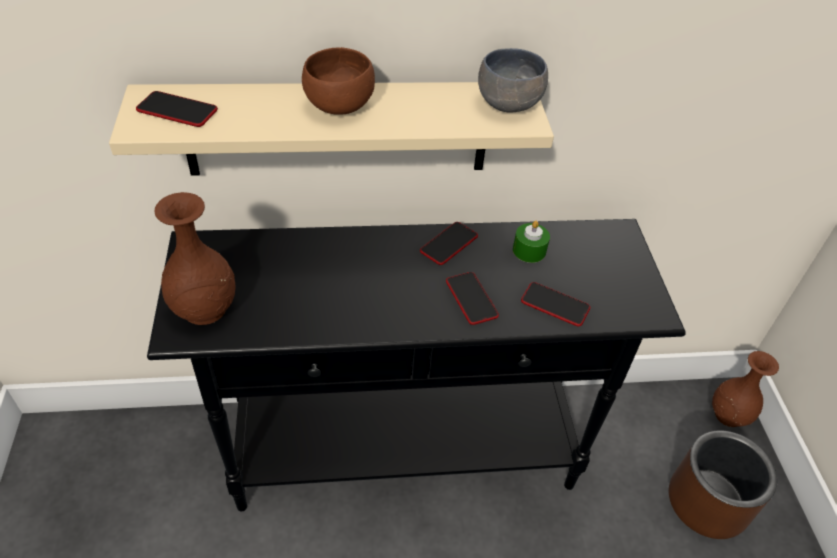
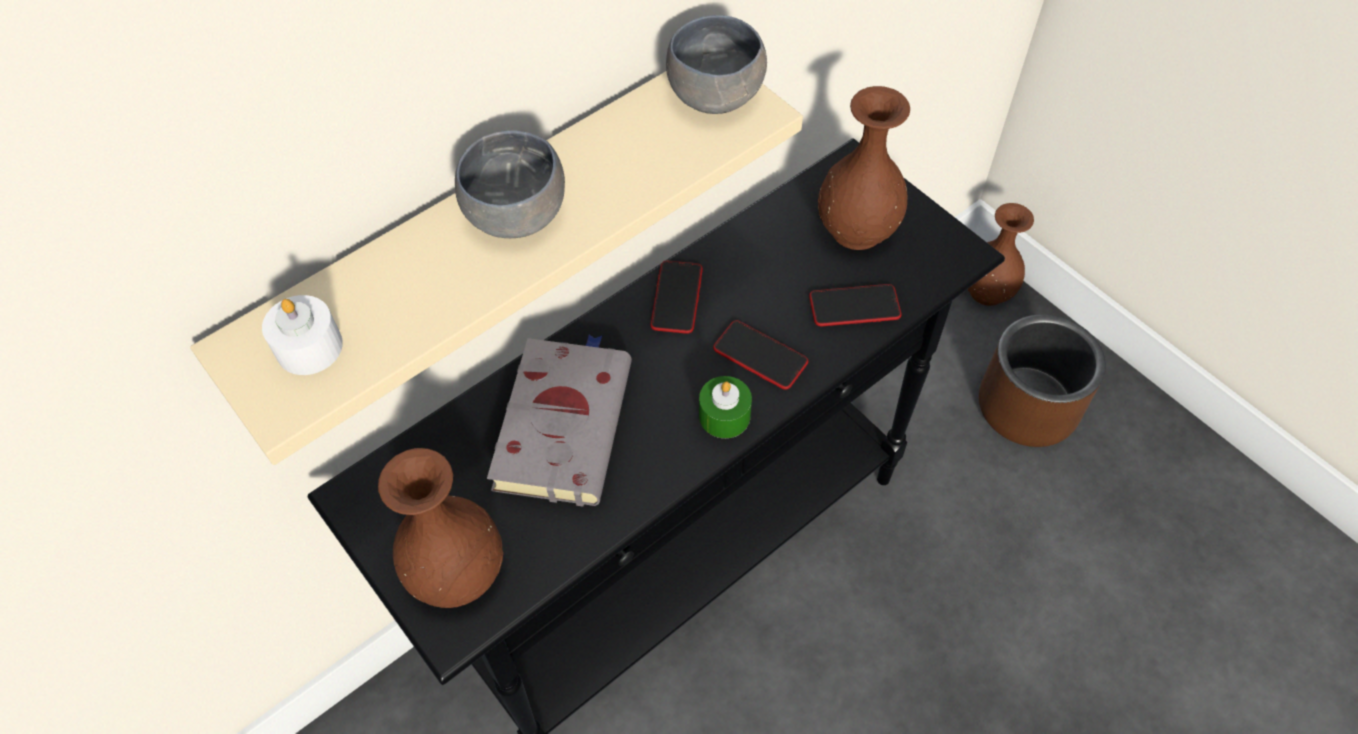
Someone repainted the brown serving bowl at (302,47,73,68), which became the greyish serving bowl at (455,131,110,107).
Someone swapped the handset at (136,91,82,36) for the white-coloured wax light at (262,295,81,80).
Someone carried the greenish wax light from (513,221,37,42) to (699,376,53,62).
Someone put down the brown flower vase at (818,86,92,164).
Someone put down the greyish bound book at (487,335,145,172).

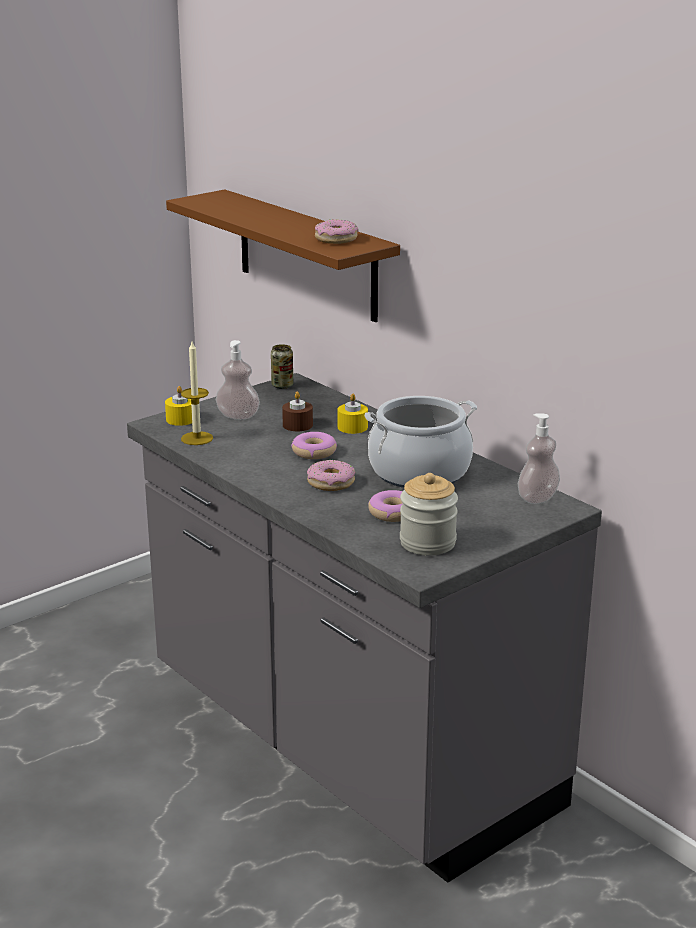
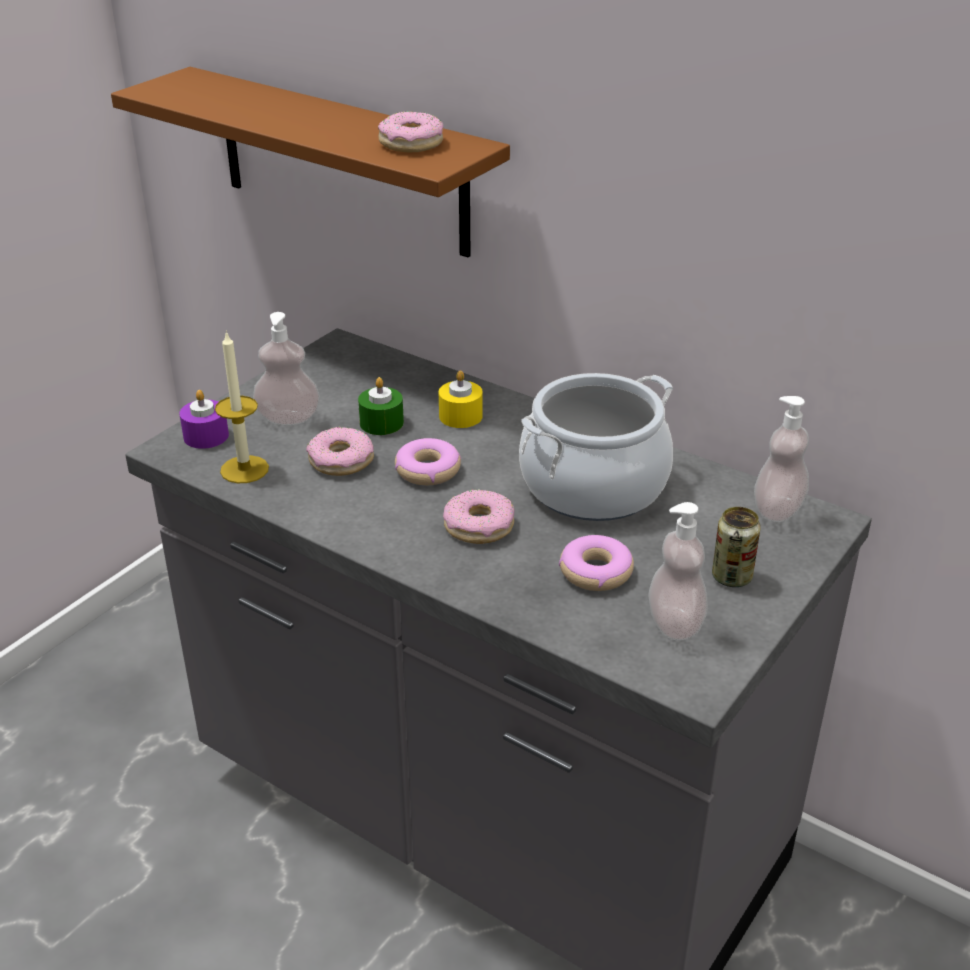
Someone carried the metal can from (271,344,22,45) to (712,507,49,80).
Someone repainted the yellow-coloured wax light at (165,386,27,40), which became the purplish wax light at (179,390,50,59).
Someone repainted the brown wax light at (282,391,31,40), which became the greenish wax light at (358,377,46,58).
Someone swapped the preserve jar at (400,473,58,82) for the soap bottle at (648,502,60,138).
Someone put down the ring doughnut at (306,427,68,49).

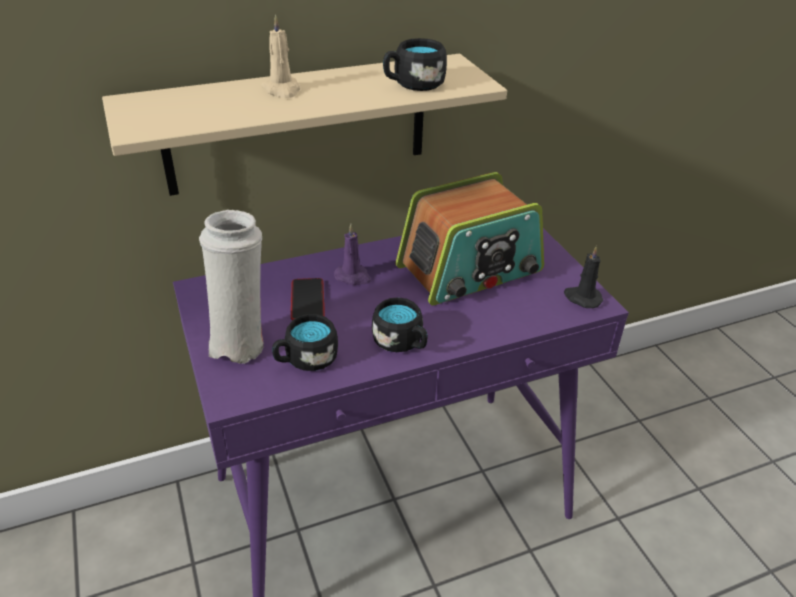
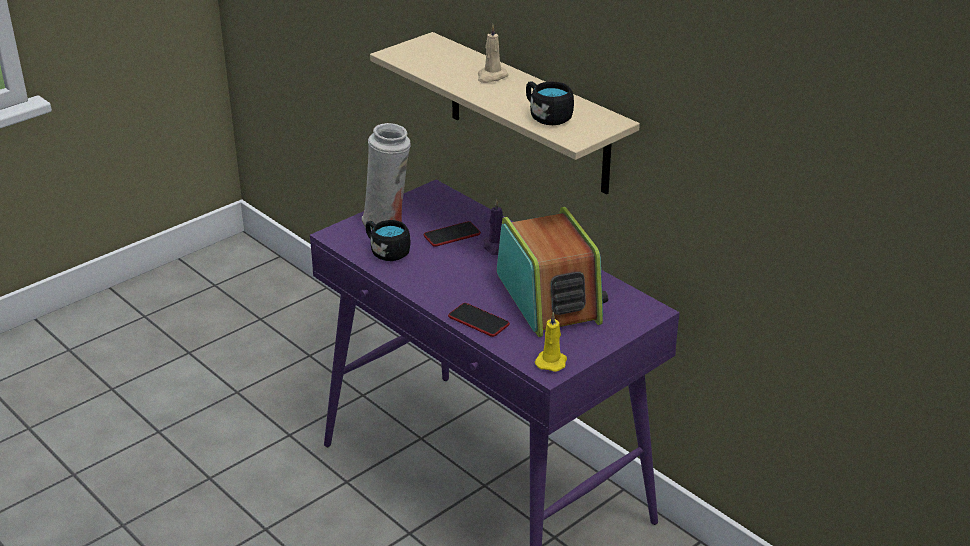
Someone rotated the radio set at (395,172,149,133) by 150 degrees counterclockwise.
Someone repainted the blackish wax light at (564,245,39,63), which became the yellow-coloured wax light at (535,312,32,60).
Someone took away the blackish mug at (372,297,56,55).
Someone put down the handset at (448,303,62,34).

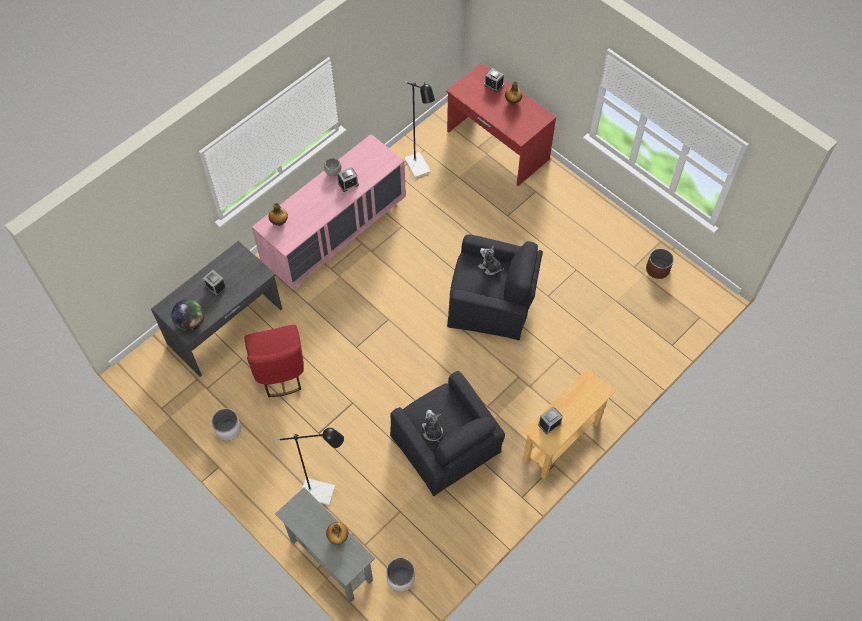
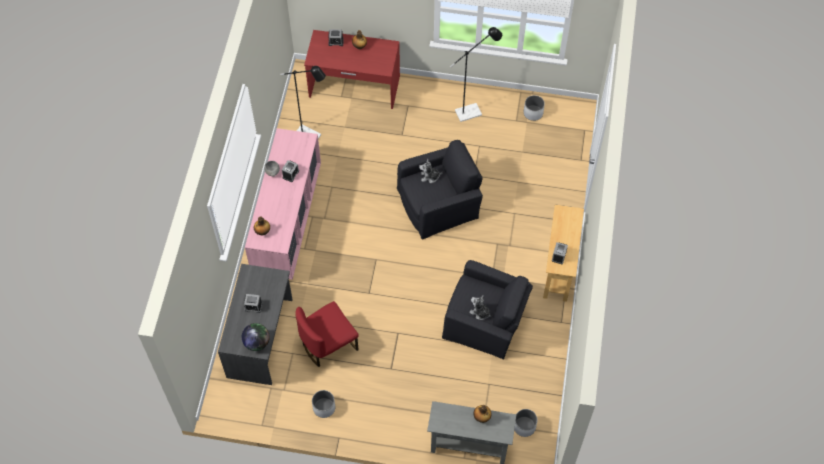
Someone repainted the brown flower pot at (646,248,28,31), which became the white-coloured flower pot at (524,95,21,26).
Someone rotated the reddish chair at (245,325,59,72) by 105 degrees clockwise.
Someone carried the blackish floor lamp from (274,428,70,77) to (450,27,52,95).

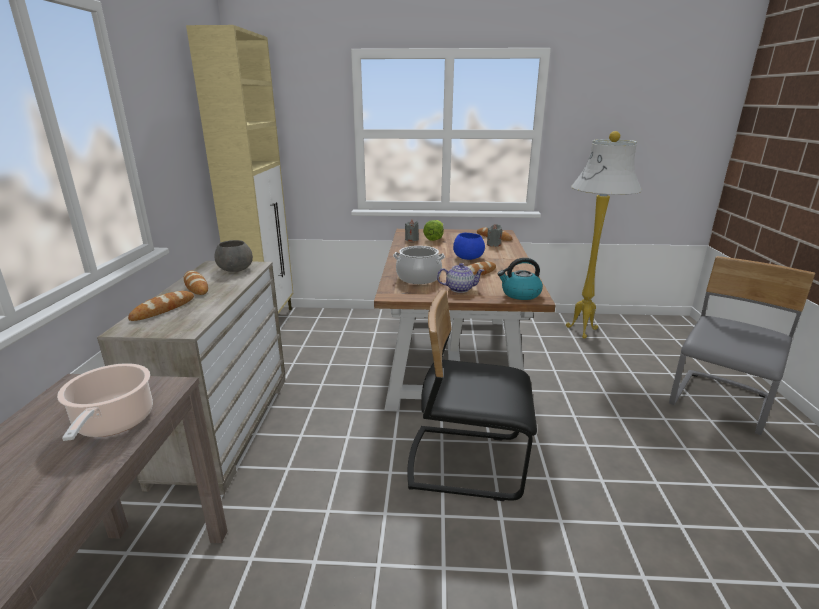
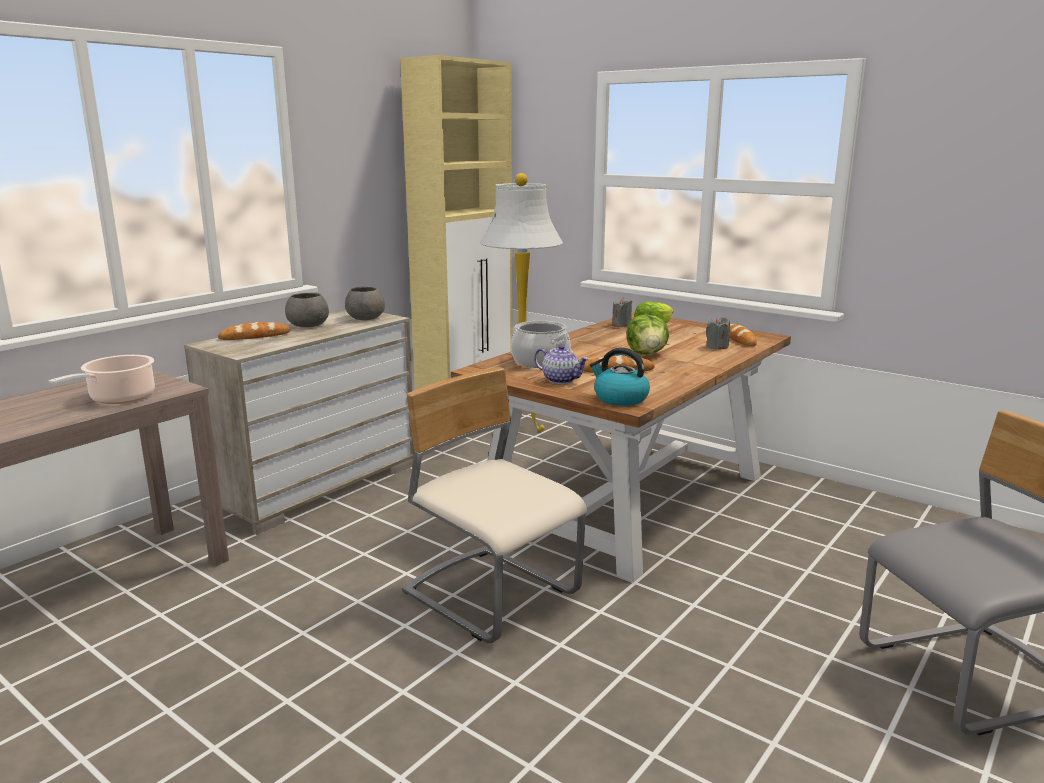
Someone carried the white-coloured floor lamp from (566,131,76,208) to (481,173,82,258).
Someone swapped the blue serving bowl at (453,233,32,27) for the head of lettuce at (626,314,43,41).
Someone swapped the bread at (184,271,24,24) for the greyish serving bowl at (285,293,44,34).
Someone repainted the blackish chair at (408,290,129,211), which became the sand-coloured chair at (402,367,185,276).

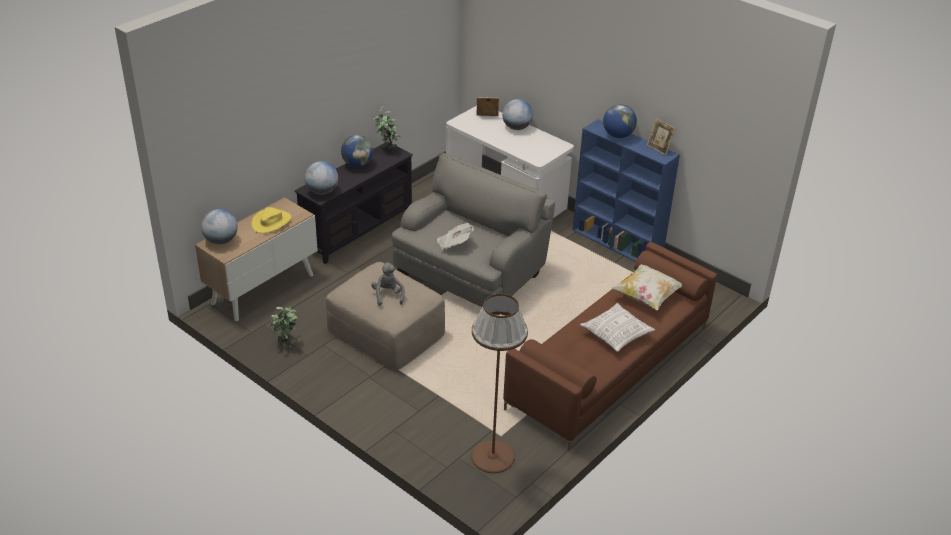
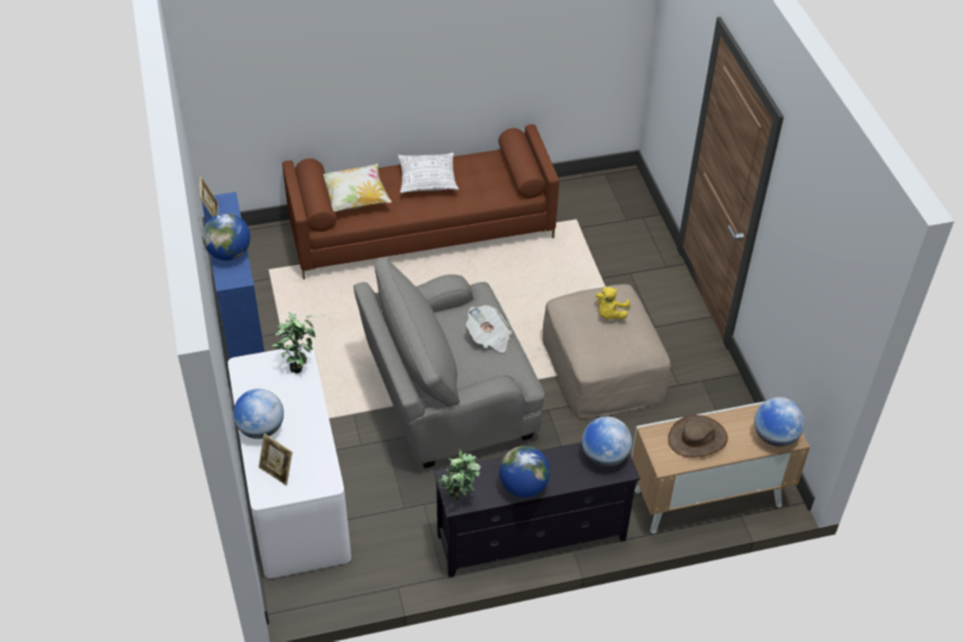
Someone repainted the yellow-coloured wearable hat at (251,207,41,26), which became the brown wearable hat at (668,415,60,42).
Someone repainted the greyish plush toy at (371,263,34,43), which became the yellow-coloured plush toy at (596,287,34,32).
Someone took away the brown floor lamp at (471,294,57,179).
Someone carried the houseplant from (270,306,28,35) to (272,312,44,62).

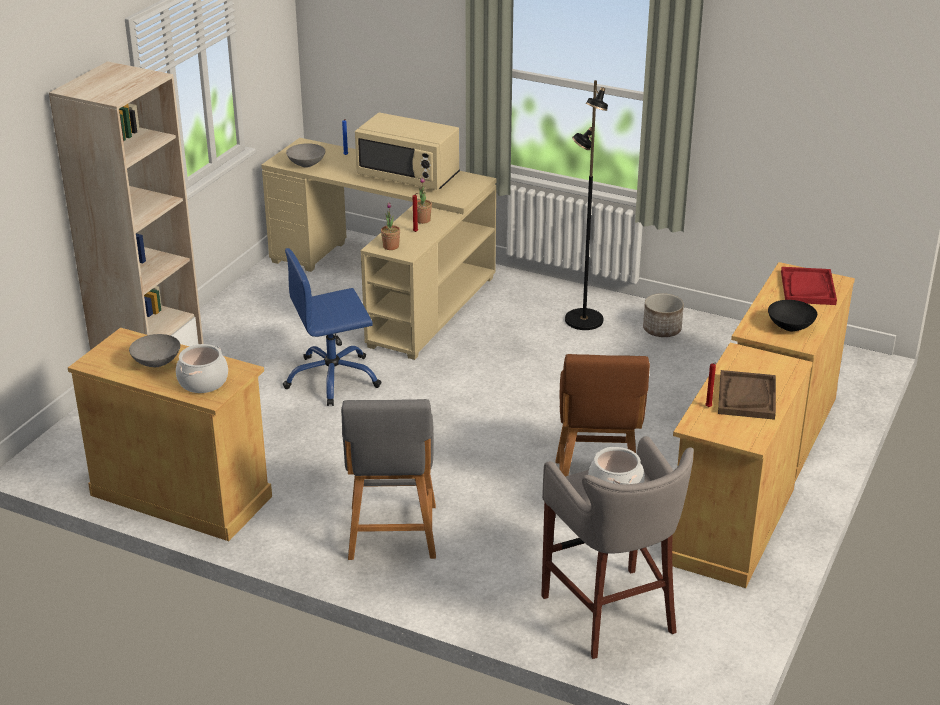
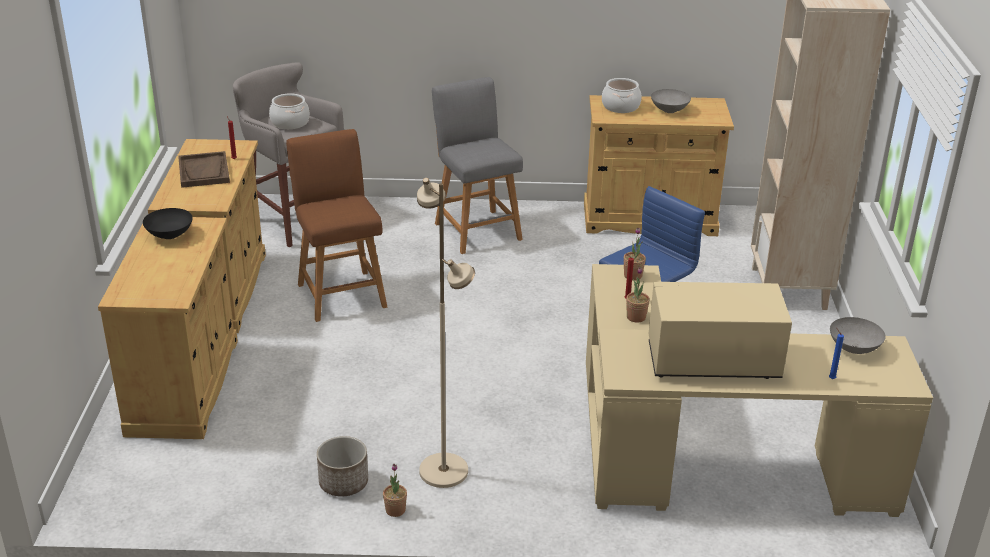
Someone repainted the blackish floor lamp at (565,80,43,250), which became the sand-coloured floor lamp at (417,178,58,310).
Someone took away the reddish carrying tray at (781,267,56,38).
Someone put down the houseplant at (383,464,24,53).

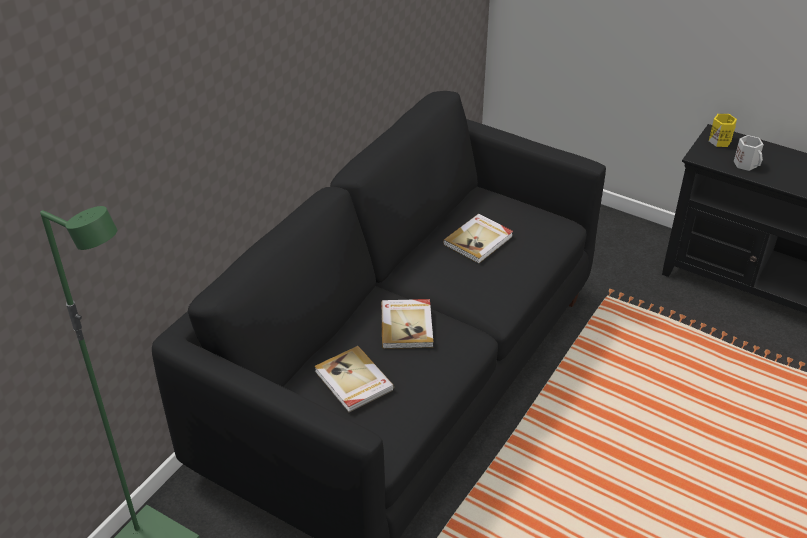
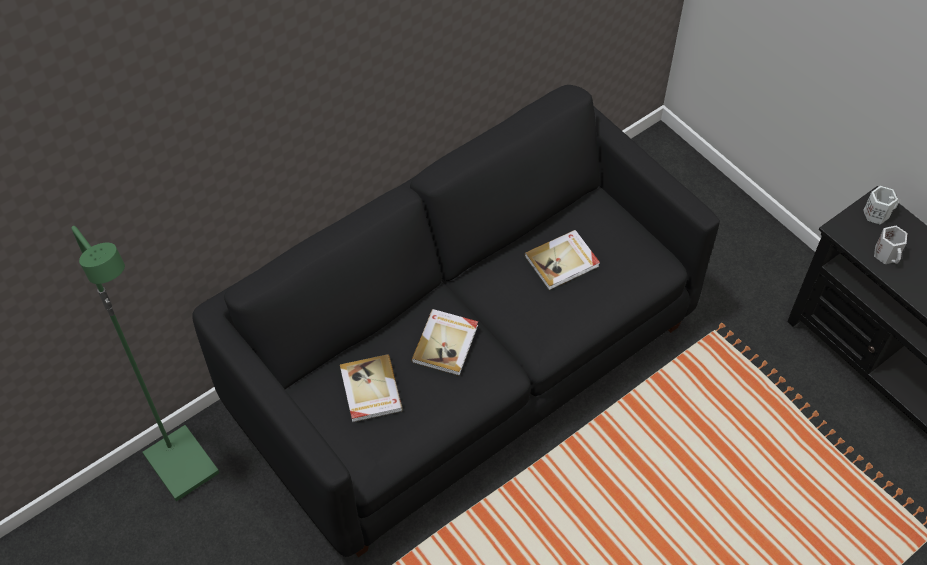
Someone repainted the yellow-coloured mug at (709,114,28,33), which became the white-coloured mug at (863,186,36,39).

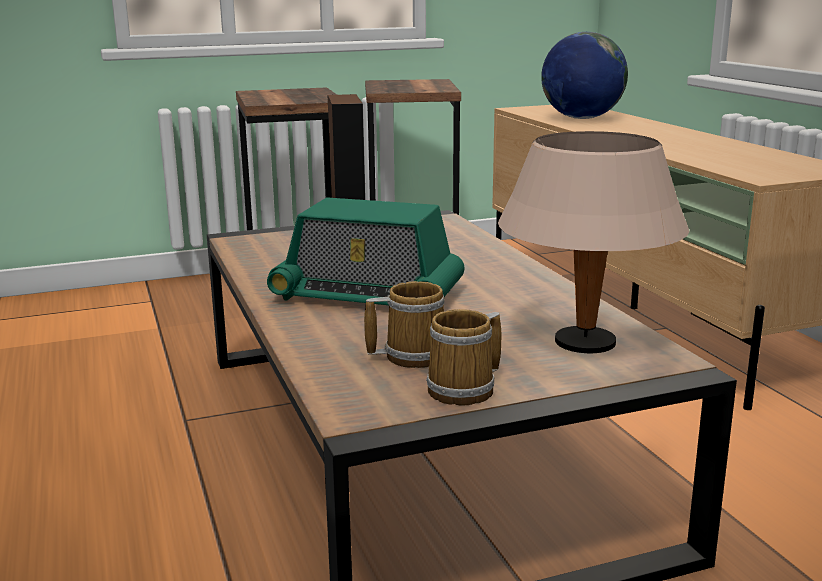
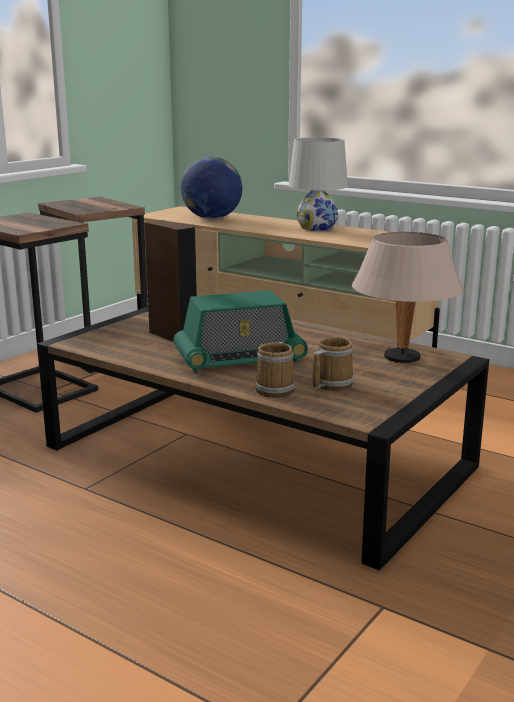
Someone carried the mug from (426,309,75,97) to (255,342,40,56).
Someone put down the white-coloured lamp for a table at (288,137,60,94).

